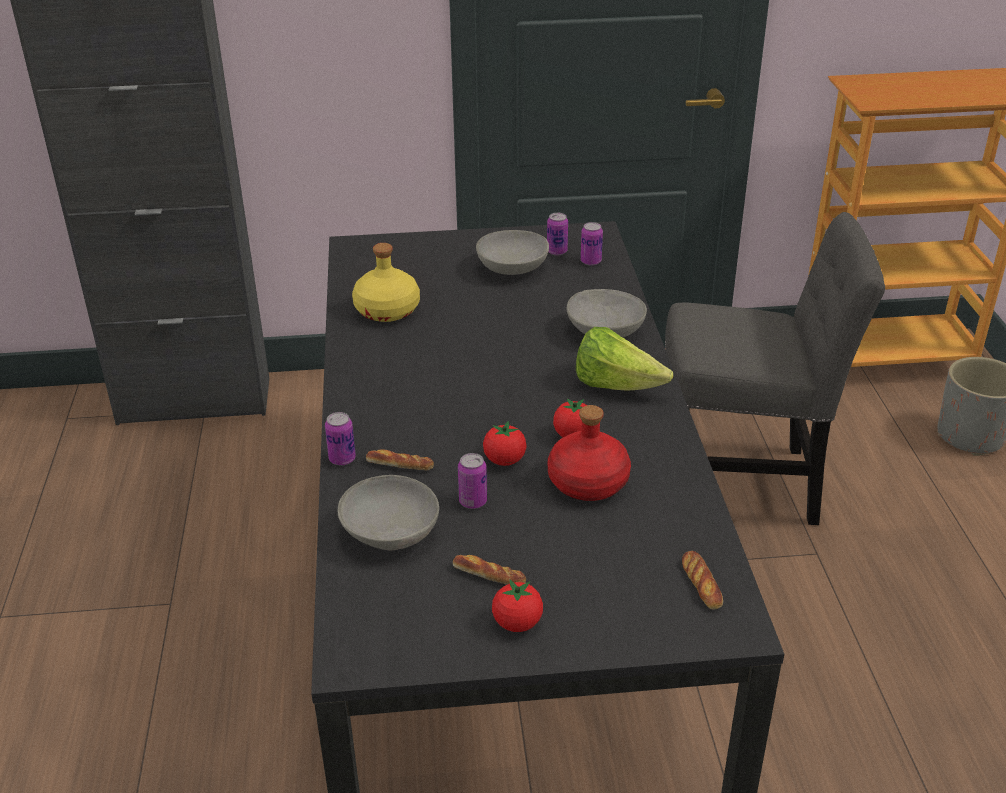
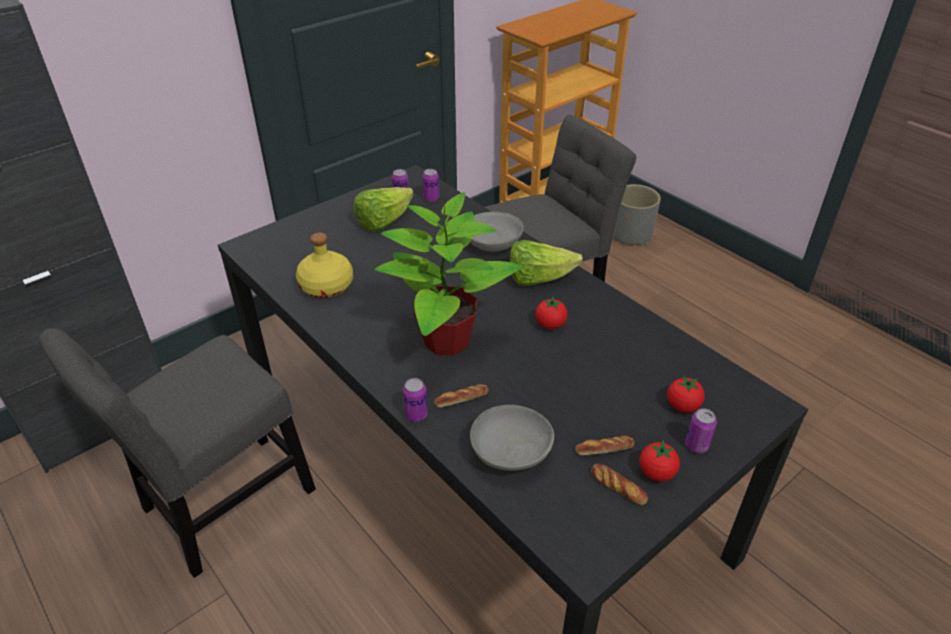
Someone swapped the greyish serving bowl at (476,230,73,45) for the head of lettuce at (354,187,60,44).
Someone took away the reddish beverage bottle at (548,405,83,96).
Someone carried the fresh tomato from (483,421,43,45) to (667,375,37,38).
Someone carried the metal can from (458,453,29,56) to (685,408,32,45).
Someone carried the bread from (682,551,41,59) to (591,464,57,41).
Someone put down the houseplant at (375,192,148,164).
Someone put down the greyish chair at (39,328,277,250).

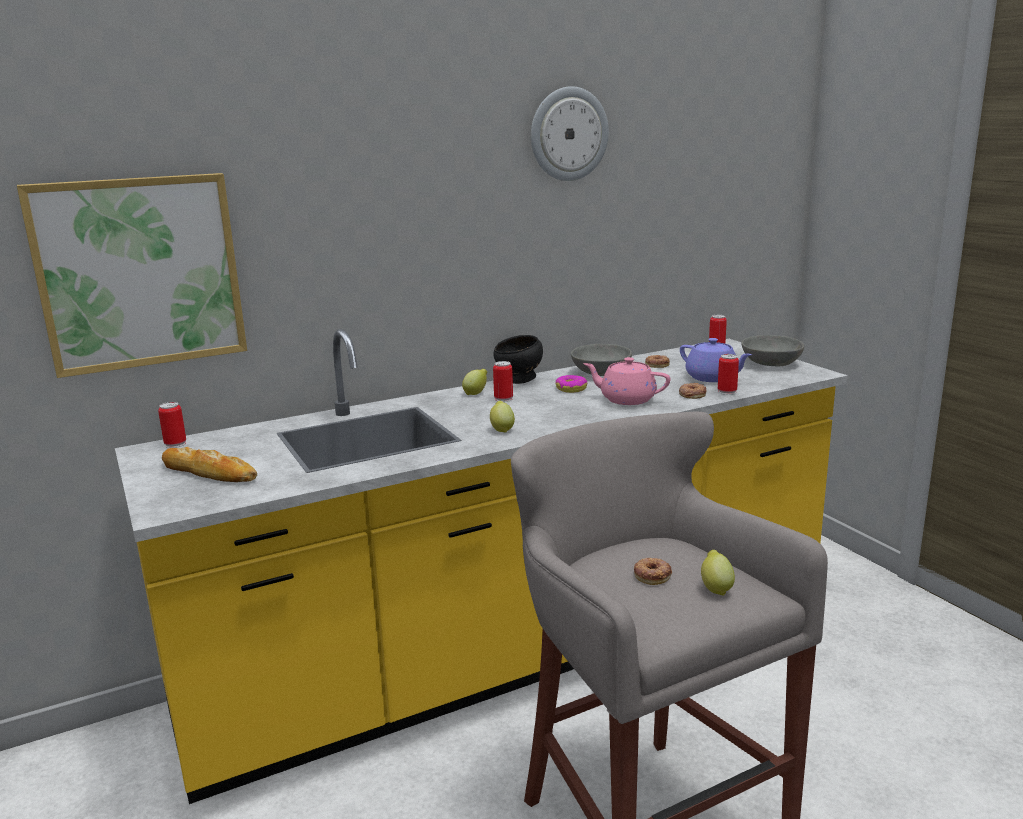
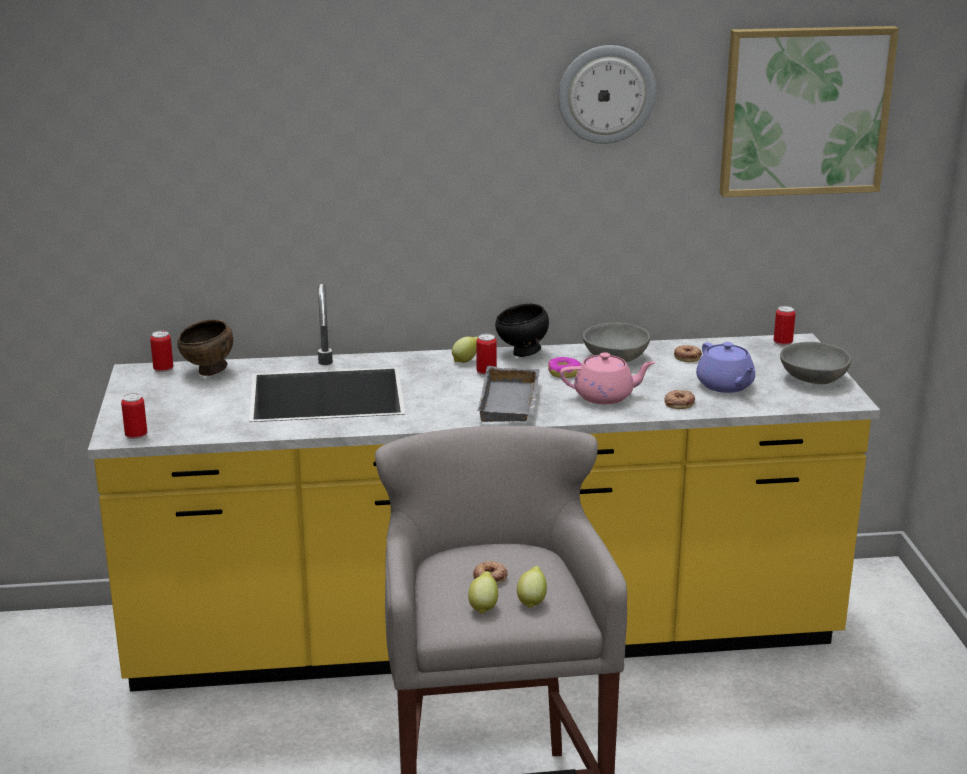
Someone carried the picture from (17,173,230,205) to (719,26,180,171).
Someone carried the metal can from (718,354,21,41) to (121,393,26,48).
Someone rotated the pink teapot at (583,357,87,48) by 135 degrees clockwise.
Someone carried the lemon from (490,401,25,32) to (468,571,30,43).
Someone took away the bread at (162,447,95,35).
Someone put down the brown serving bowl at (177,320,56,56).
Someone put down the greyish carrying tray at (477,366,63,56).

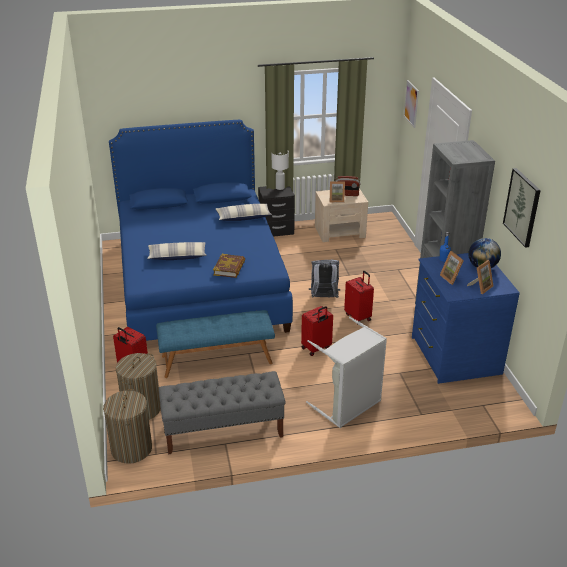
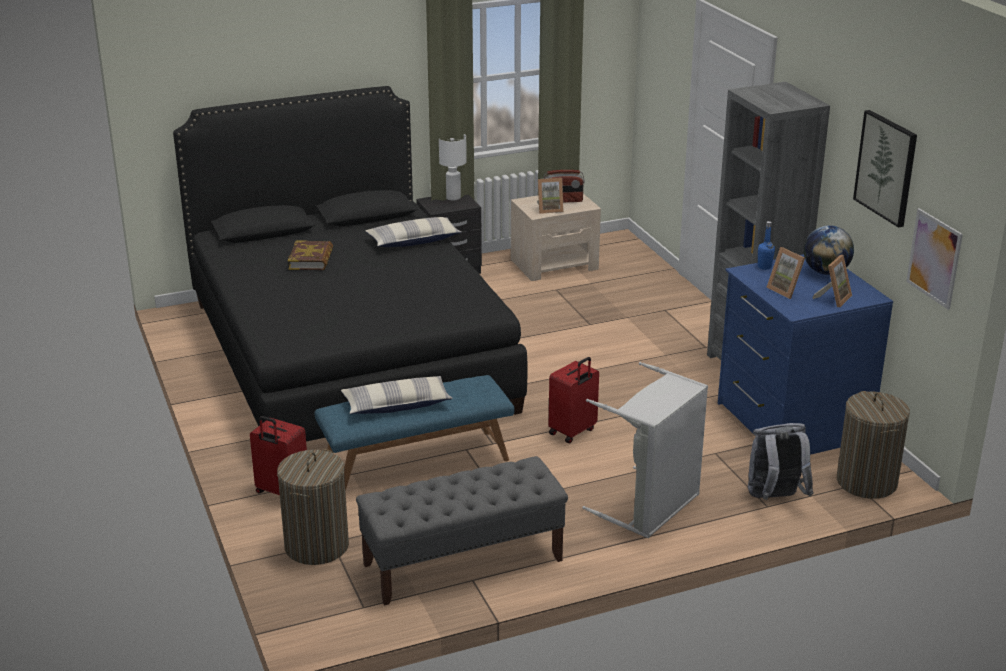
Someone carried the picture from (404,80,15,48) to (906,208,57,102).
Someone repainted the blue bedroom bed at (109,120,184,221), which became the blackish bedroom bed at (173,86,354,356).
Someone carried the pillow from (147,242,60,18) to (341,376,112,38).
Someone carried the bound book from (213,254,32,24) to (288,240,45,30).
Someone carried the greyish backpack from (309,260,31,38) to (748,423,66,77).
Someone took away the reddish suitcase at (344,271,30,52).
Someone carried the hamper from (103,389,49,75) to (837,391,73,108).

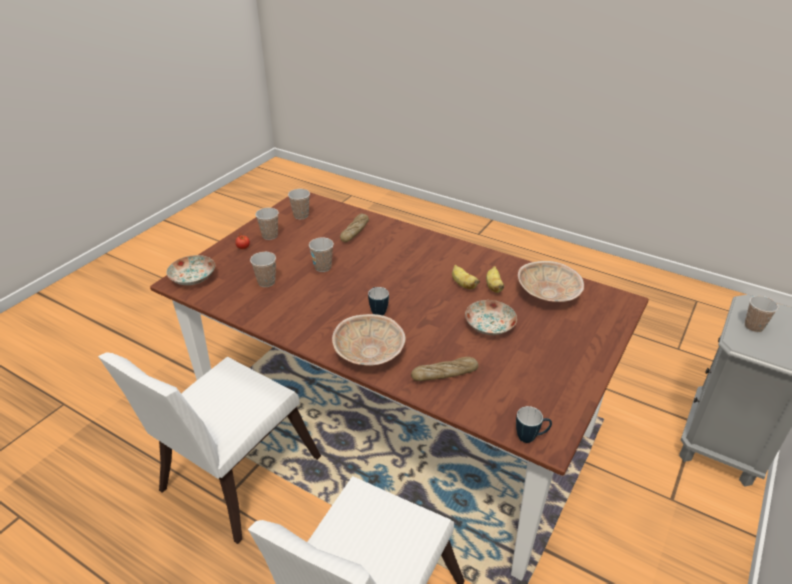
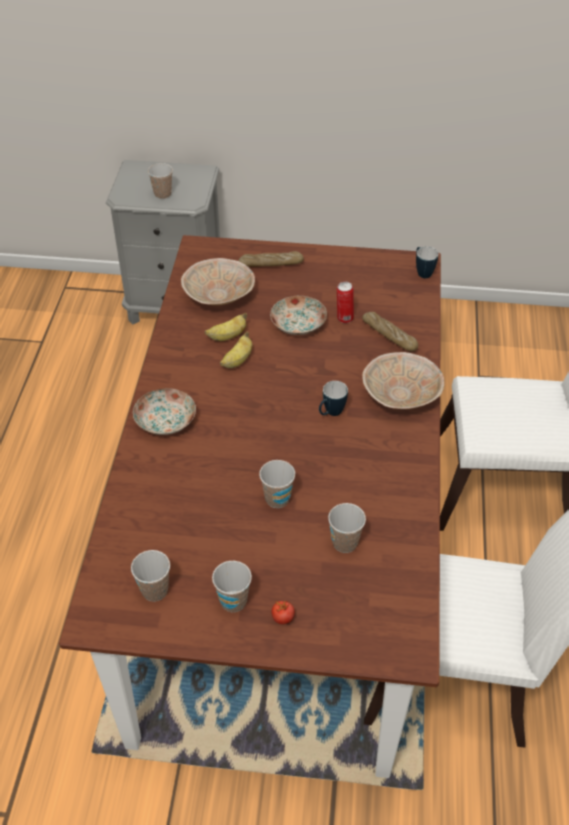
Someone carried the bread from (340,213,29,29) to (238,251,66,16).
Someone carried the plate from (167,255,48,30) to (133,388,63,47).
Someone put down the metal can at (337,281,17,42).

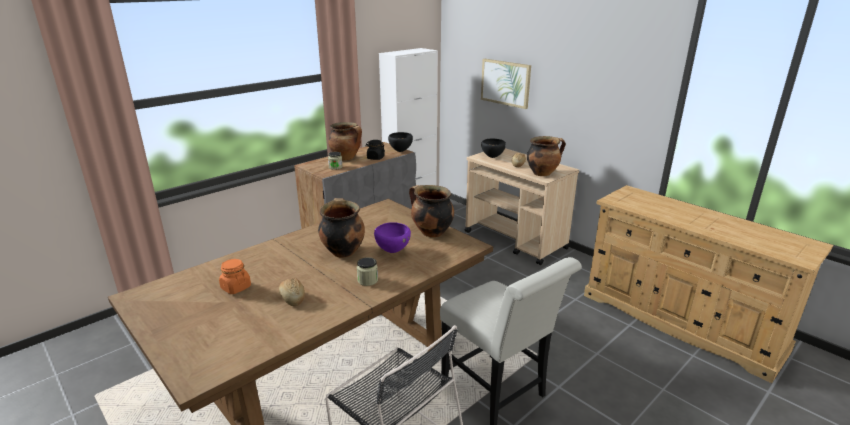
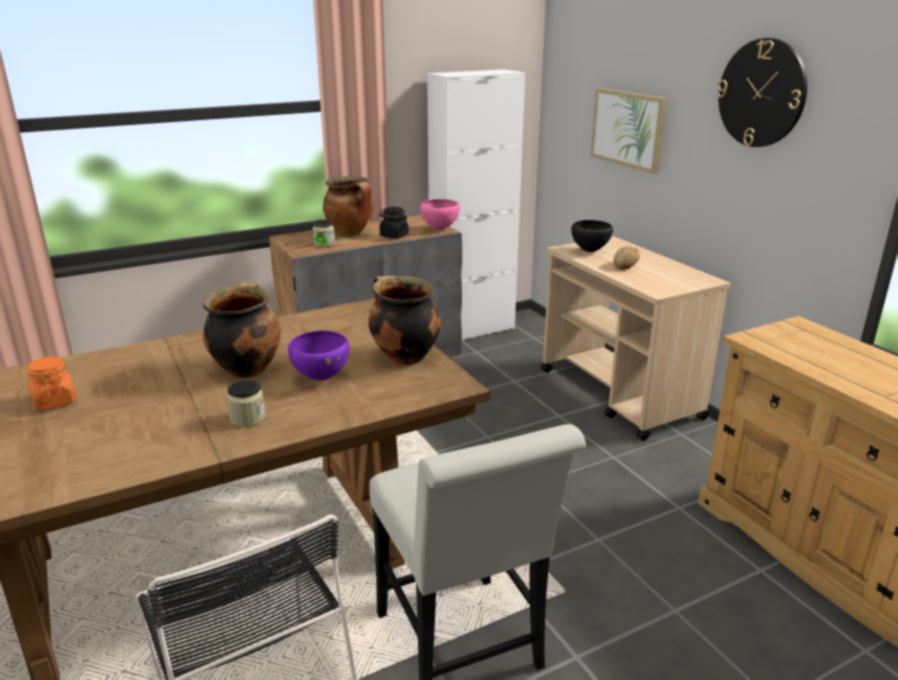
Someone repainted the blackish serving bowl at (388,132,25,20), which became the pink serving bowl at (420,199,40,31).
Someone took away the stockpot at (527,136,39,40).
Someone took away the bread at (279,278,26,28).
Someone put up the hanging clock at (717,38,90,109).

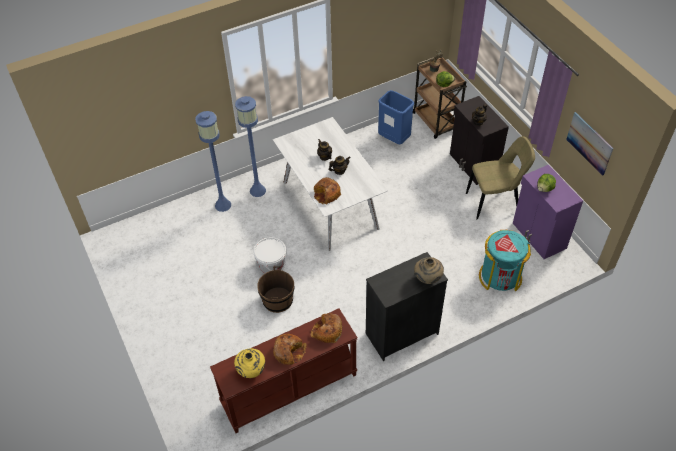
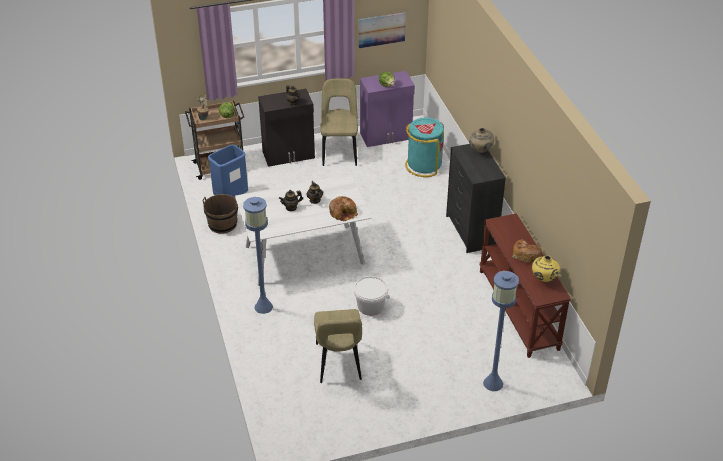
Someone carried the blue floor lamp from (195,111,36,101) to (483,271,36,120).
Someone carried the brown pail from (257,266,38,47) to (203,194,35,40).
Someone took away the bread at (310,313,32,30).
Someone put down the sand-coloured chair at (314,309,48,74).

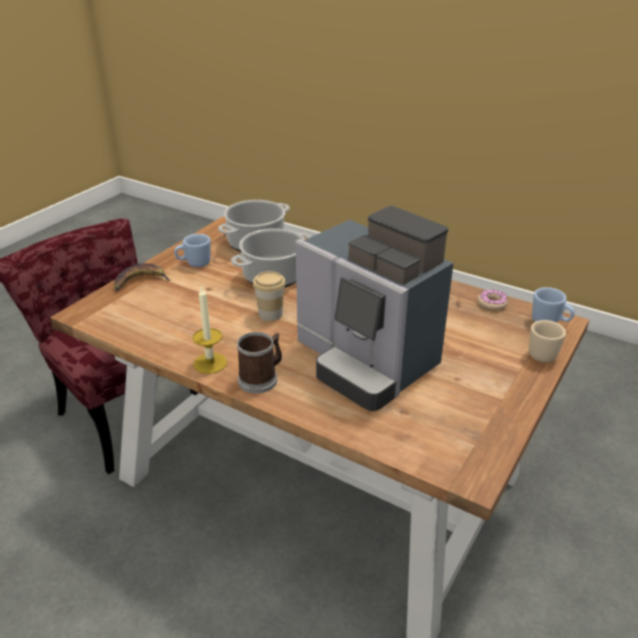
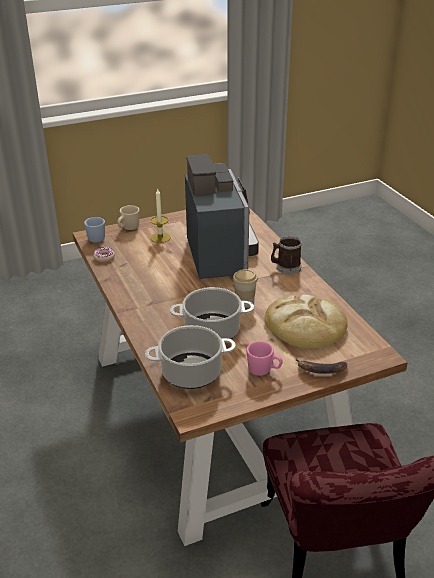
Someone repainted the blue mug at (174,234,37,33), which became the pink mug at (247,341,36,35).
Someone carried the wax light from (192,285,35,89) to (150,189,21,54).
Someone put down the bread at (264,295,84,54).

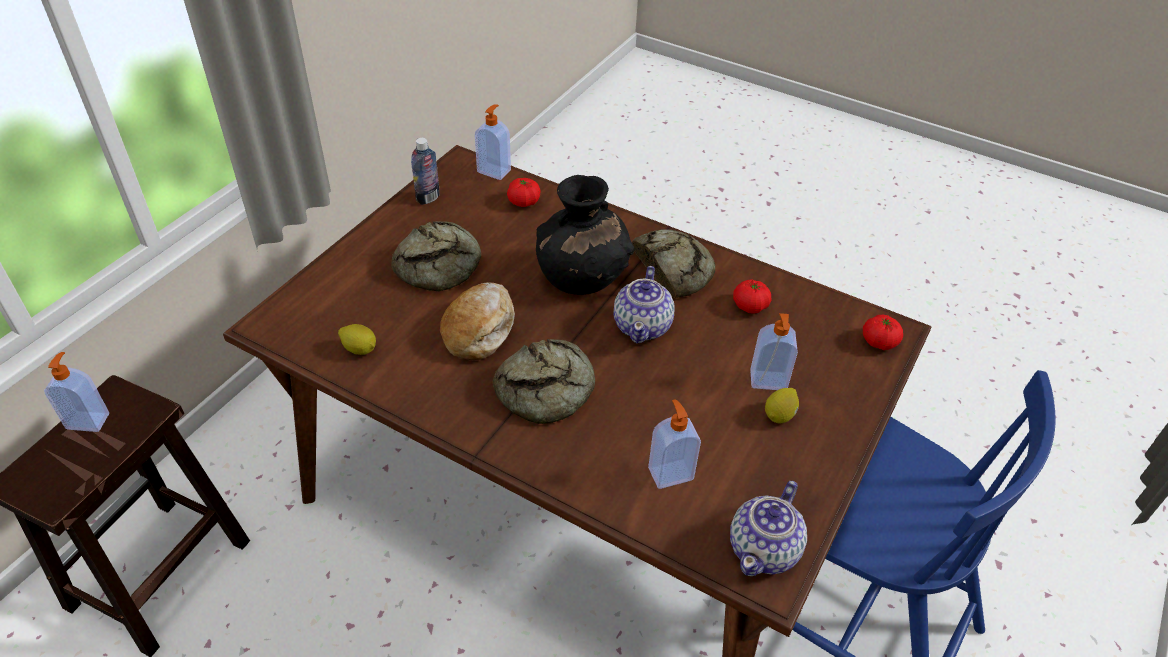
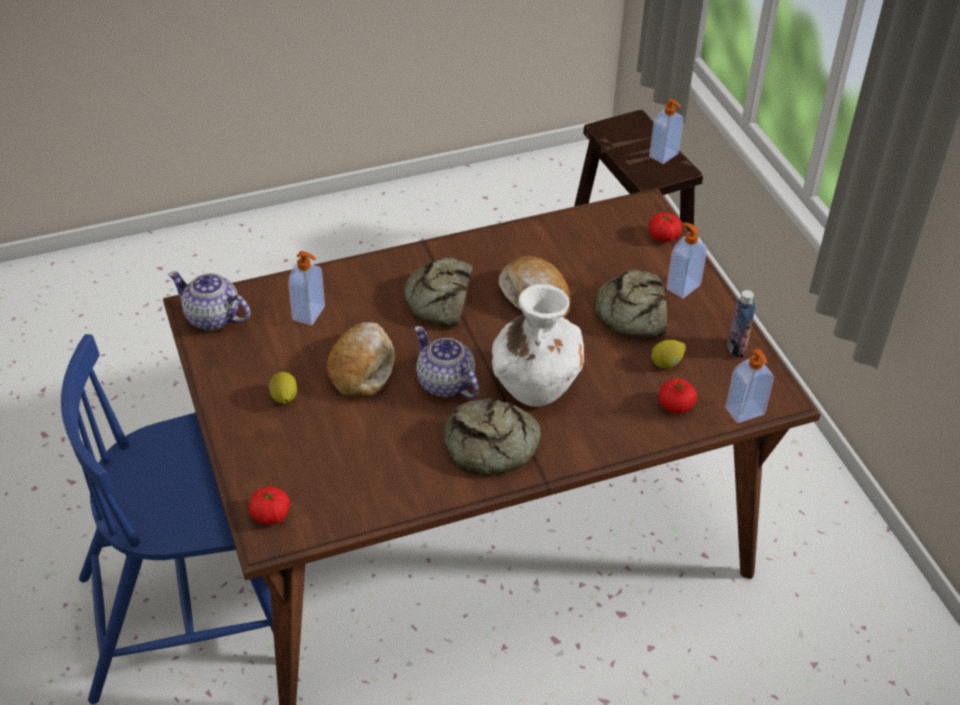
Someone repainted the blackish flower vase at (536,175,99,120), which became the white-coloured flower vase at (492,284,92,123).
Someone carried the fresh tomato from (733,279,38,35) to (649,212,33,30).
Someone carried the soap bottle from (750,313,48,77) to (666,223,41,76).
Someone carried the lemon from (338,324,38,31) to (651,340,35,28).
Someone rotated the teapot at (730,481,77,95) by 45 degrees counterclockwise.
Someone put down the bread at (327,322,68,76).

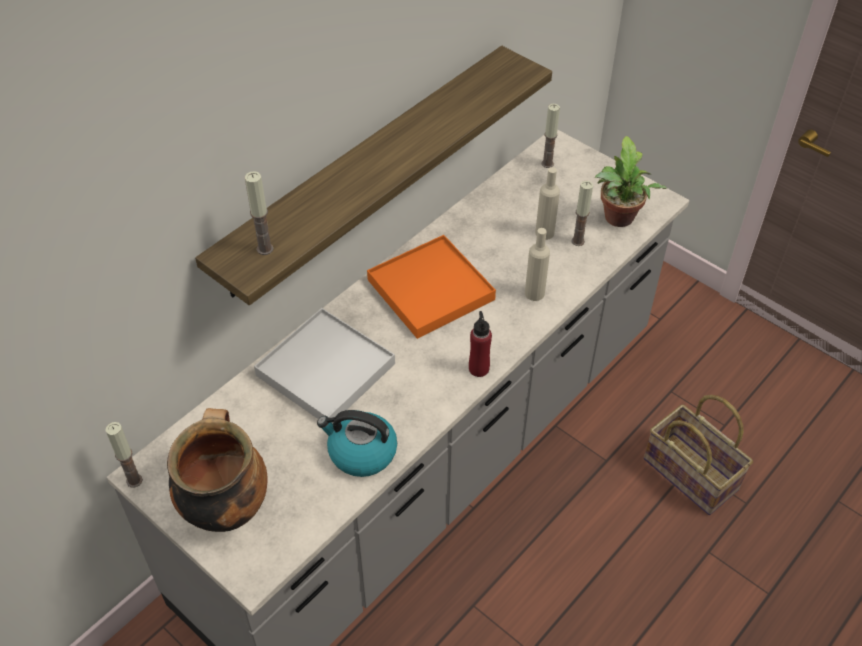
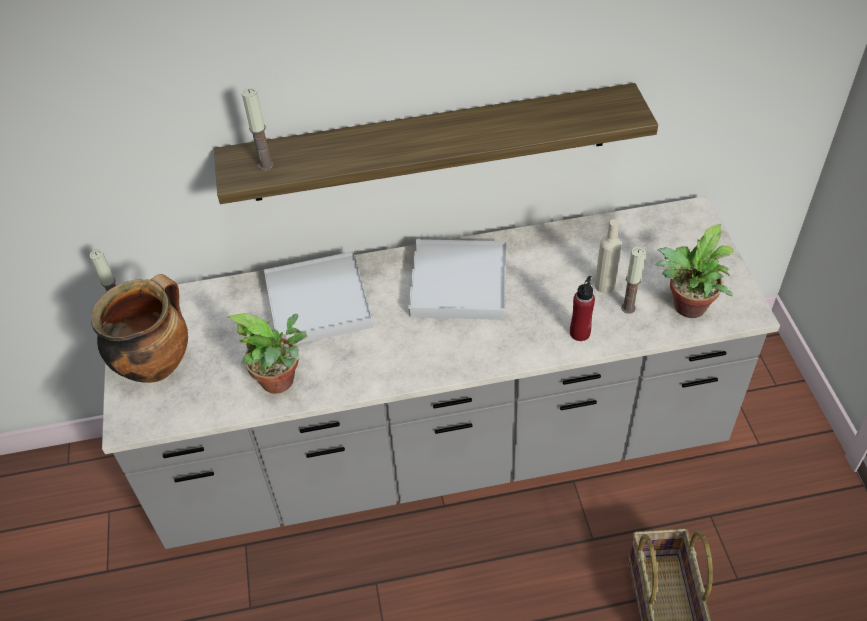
Someone took away the wax light at (541,104,19,64).
Someone took away the sand-coloured beverage bottle at (525,228,25,73).
Someone repainted the orange-coloured carrying tray at (367,235,129,104), which became the white-coloured carrying tray at (408,239,98,81).
Someone carried the reddish beverage bottle from (469,311,23,66) to (570,276,25,65).
Someone swapped the kettle at (317,410,80,67) for the houseplant at (227,313,80,81).

